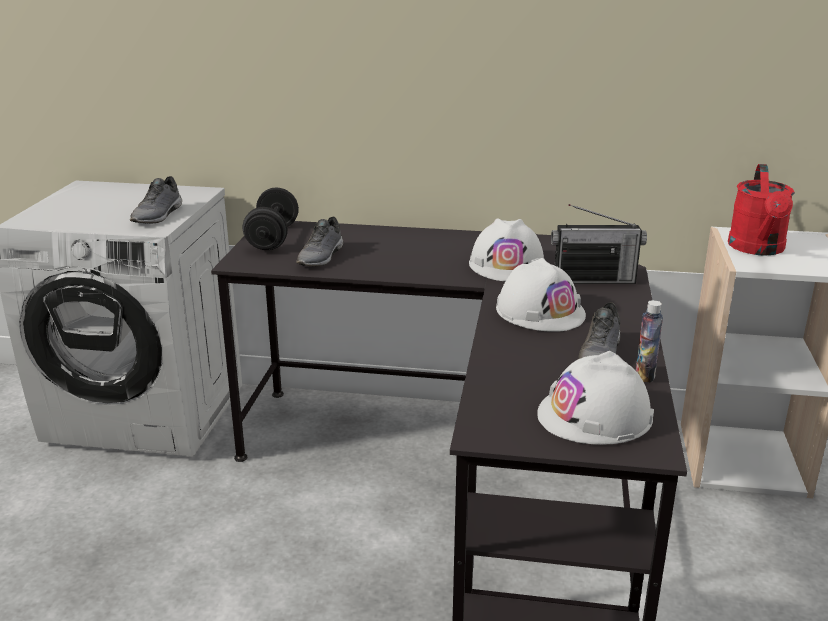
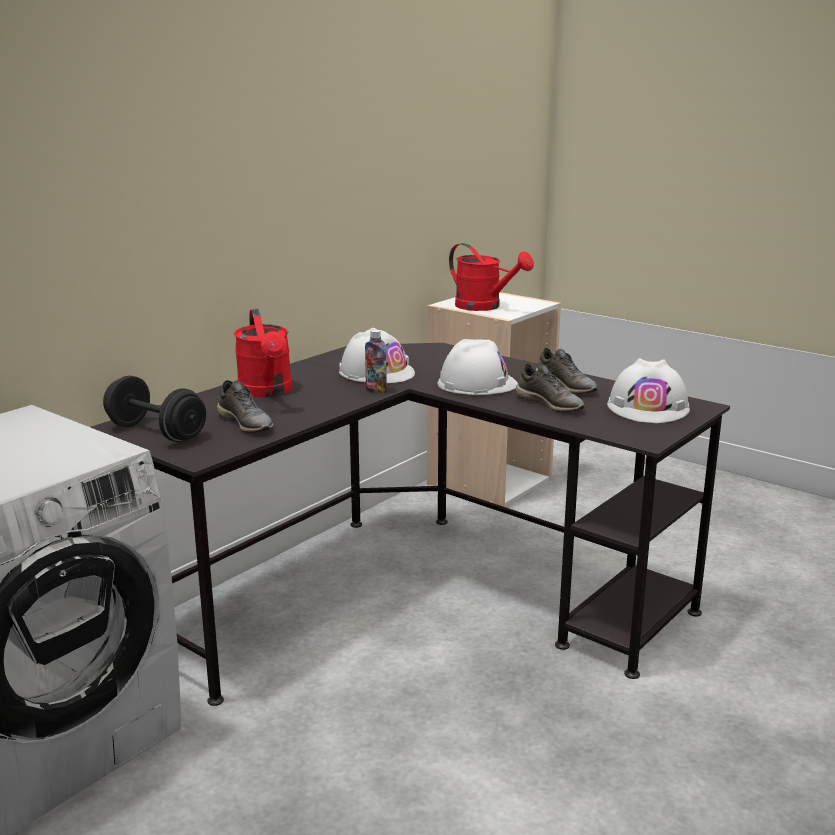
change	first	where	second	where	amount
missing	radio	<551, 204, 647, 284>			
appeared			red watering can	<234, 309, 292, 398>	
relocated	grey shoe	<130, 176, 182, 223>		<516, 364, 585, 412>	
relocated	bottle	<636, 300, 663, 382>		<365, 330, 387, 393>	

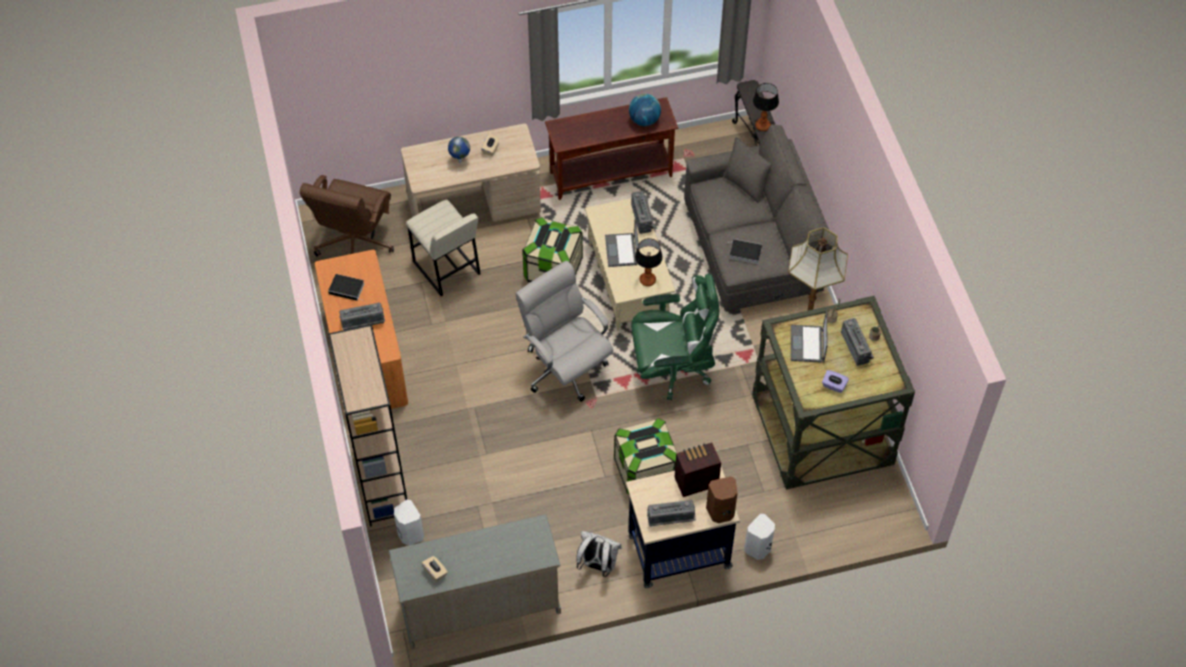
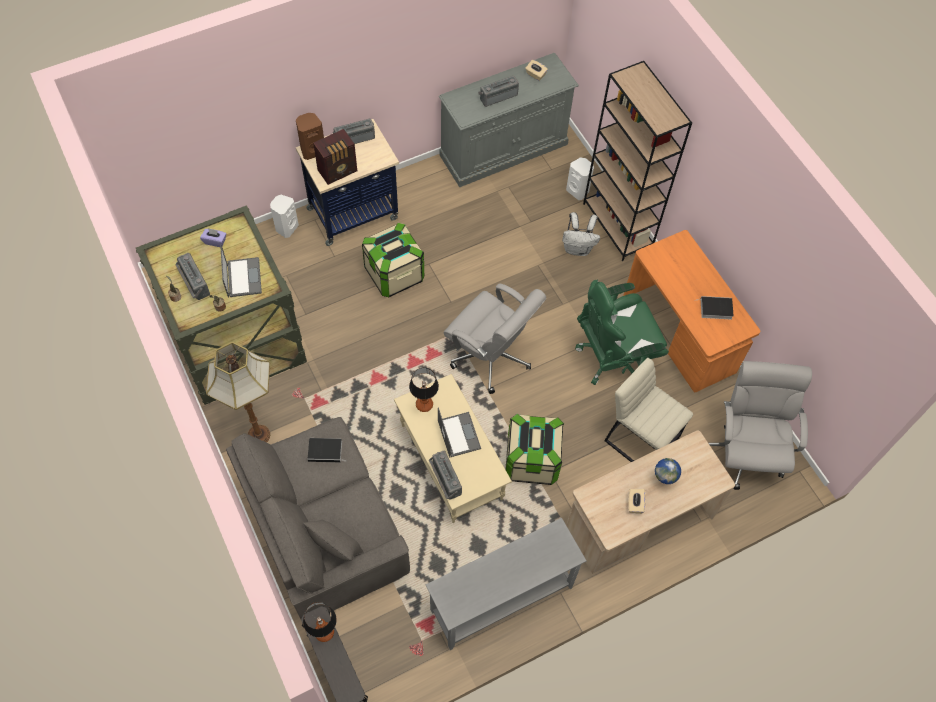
change	first	where	second	where	amount
missing	globe	<629, 94, 661, 126>			
relocated	radio	<339, 302, 385, 330>		<478, 75, 519, 107>	
relocated	white backpack	<576, 531, 621, 577>		<562, 212, 600, 256>	
relocated	green office chair	<631, 273, 719, 400>		<575, 279, 669, 385>	
colour	brown office chair	<300, 175, 394, 257>	grey office chair	<708, 361, 812, 490>	
colour	brown console table	<545, 97, 678, 200>	grey console table	<426, 518, 586, 650>	

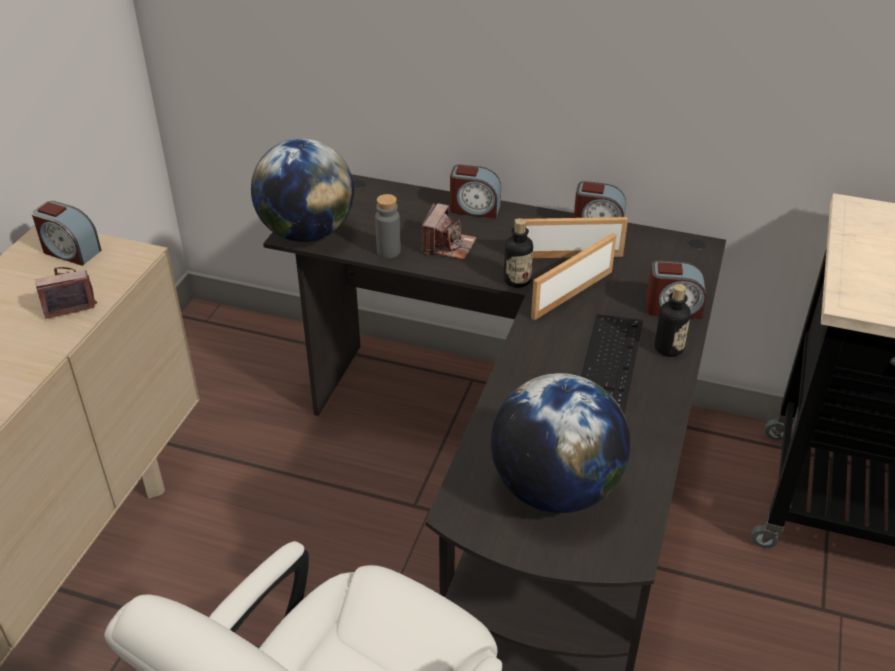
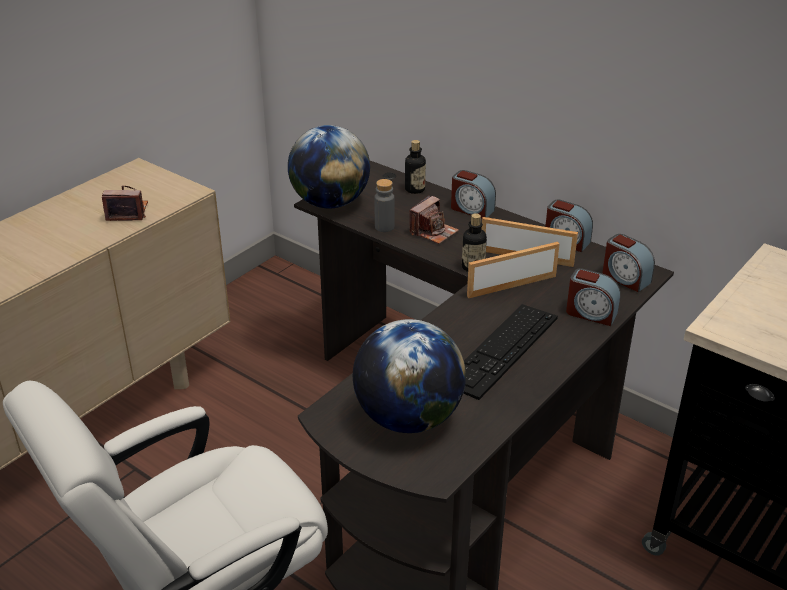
change	first	where	second	where	amount
relocated	alarm clock	<32, 201, 101, 266>		<602, 234, 655, 292>	
relocated	bottle	<654, 284, 691, 357>		<405, 140, 426, 194>	

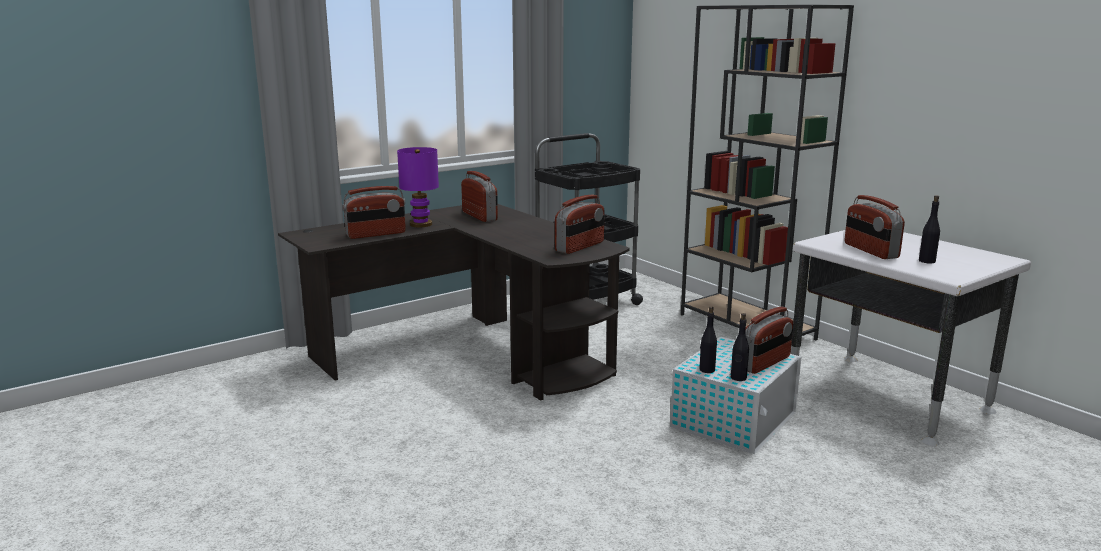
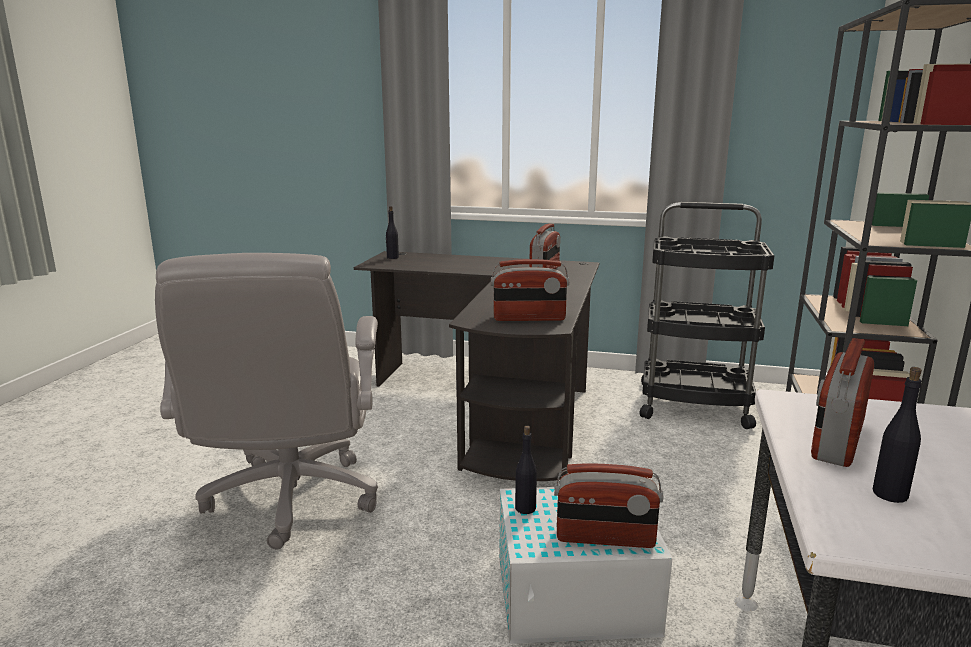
change	first	where	second	where	amount
missing	radio	<342, 186, 406, 239>			
missing	purple table lamp	<397, 147, 439, 227>			
appeared			grey office chair	<155, 253, 378, 550>	
relocated	black bottle	<731, 313, 749, 381>		<385, 206, 399, 259>	

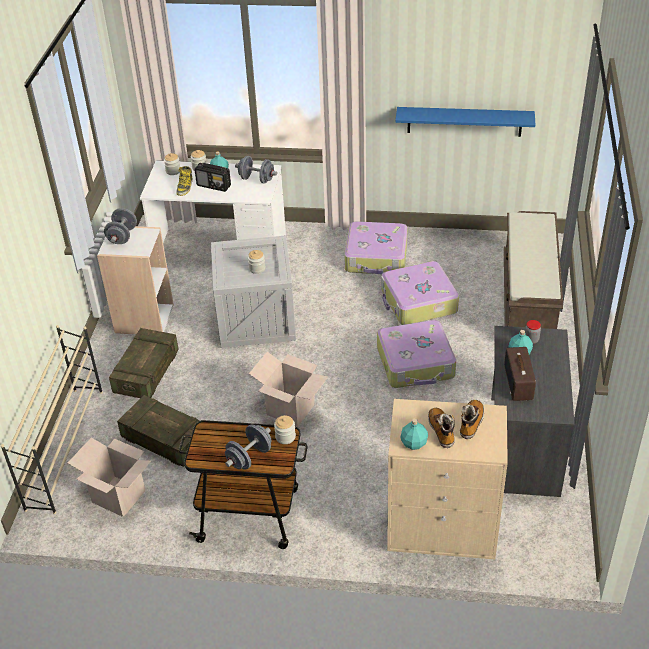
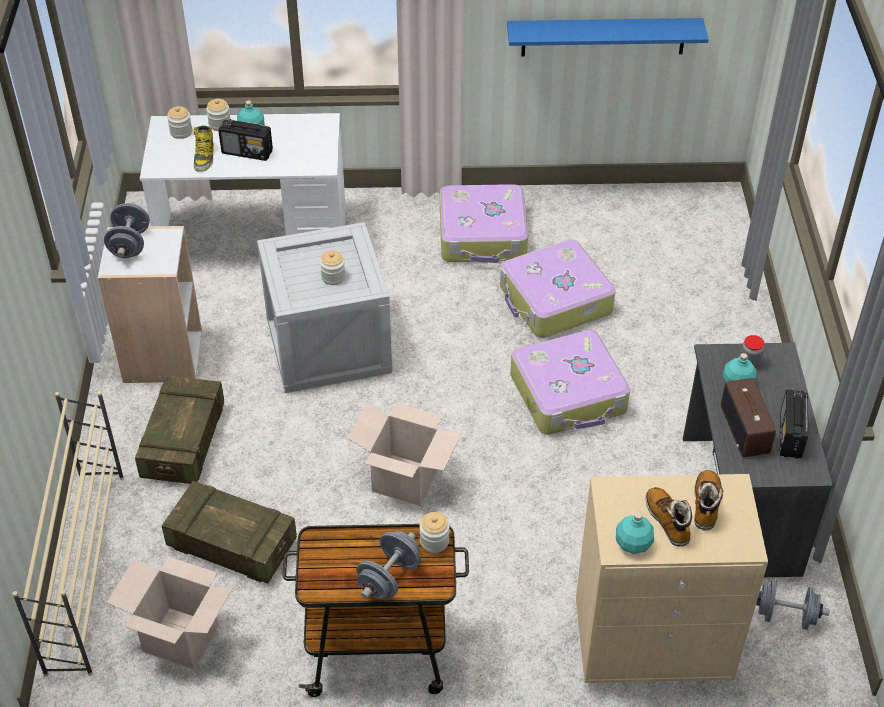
change	first	where	second	where	amount
missing	brown bench	<504, 211, 563, 329>			
appeared			radio	<779, 389, 808, 459>	
relocated	grey dumbbell	<235, 156, 277, 184>		<756, 580, 830, 630>	

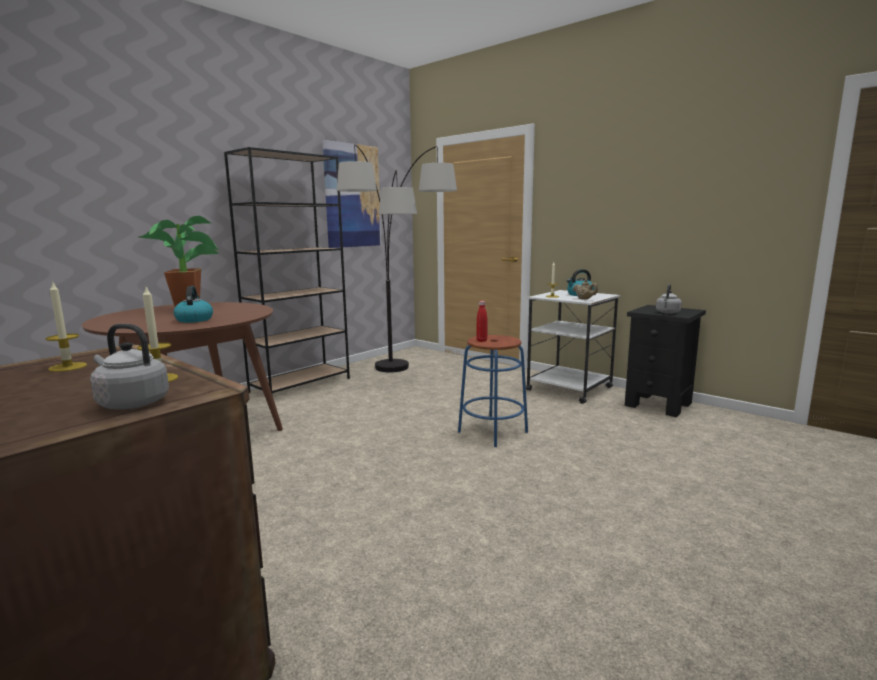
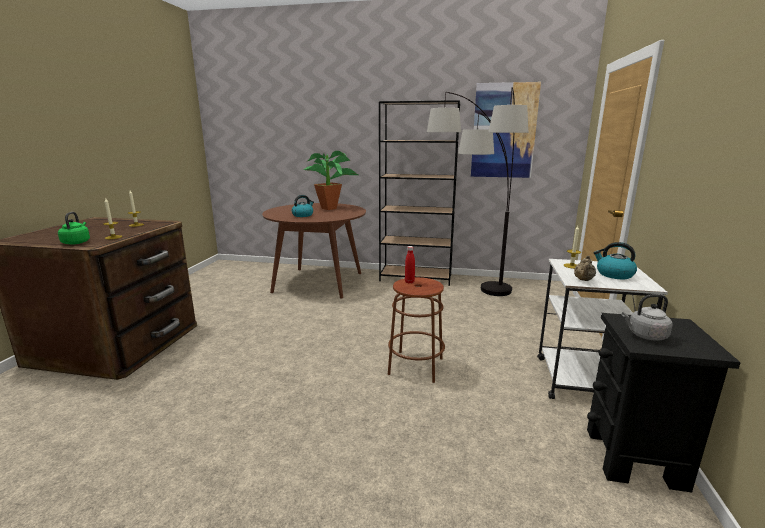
change	first	where	second	where	amount
colour	grey kettle	<90, 324, 169, 409>	green kettle	<58, 212, 90, 245>	
colour	blue stool	<458, 335, 528, 447>	brown stool	<388, 277, 445, 383>	

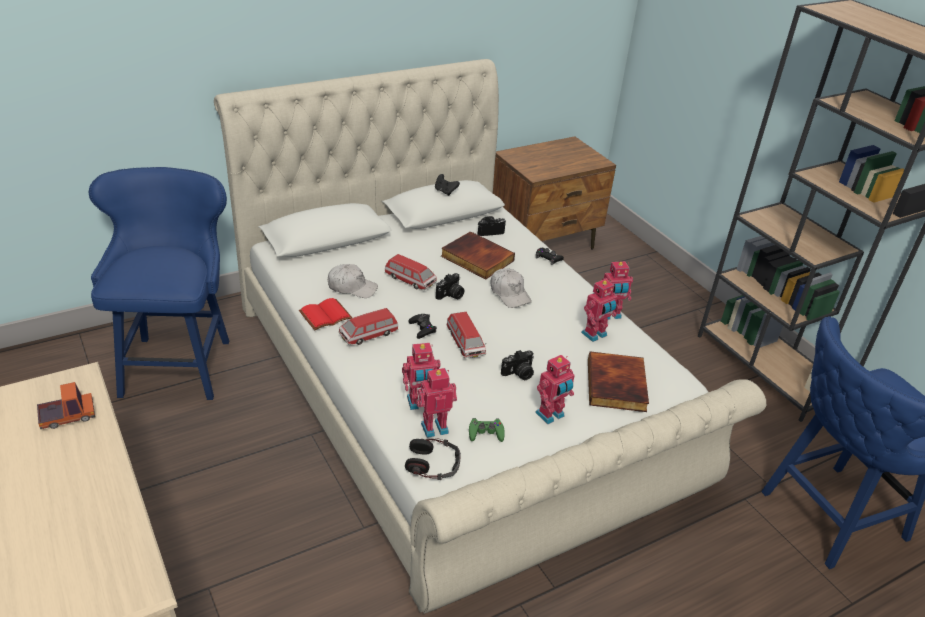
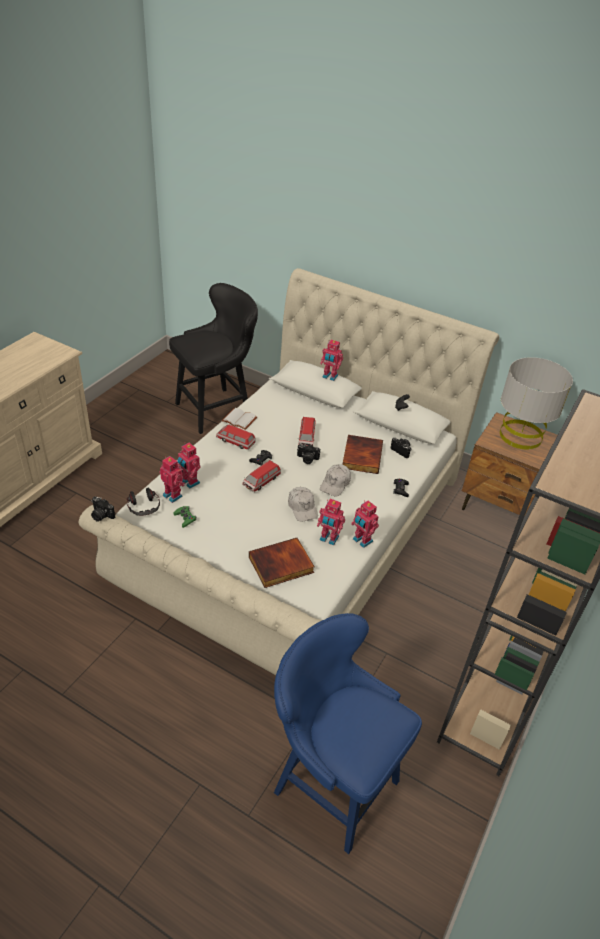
change	first	where	second	where	amount
missing	toy truck	<37, 382, 95, 429>			
appeared			grey table lamp	<500, 357, 573, 450>	
relocated	white cap	<328, 264, 378, 298>		<288, 487, 318, 522>	
relocated	photo camera	<501, 350, 534, 380>		<91, 497, 115, 522>	
relocated	toy robot	<535, 355, 575, 424>		<320, 340, 343, 381>	
colour	blue stool	<89, 167, 229, 400>	black stool	<169, 283, 258, 434>	
colour	red book	<299, 298, 352, 330>	white book	<222, 408, 257, 430>	

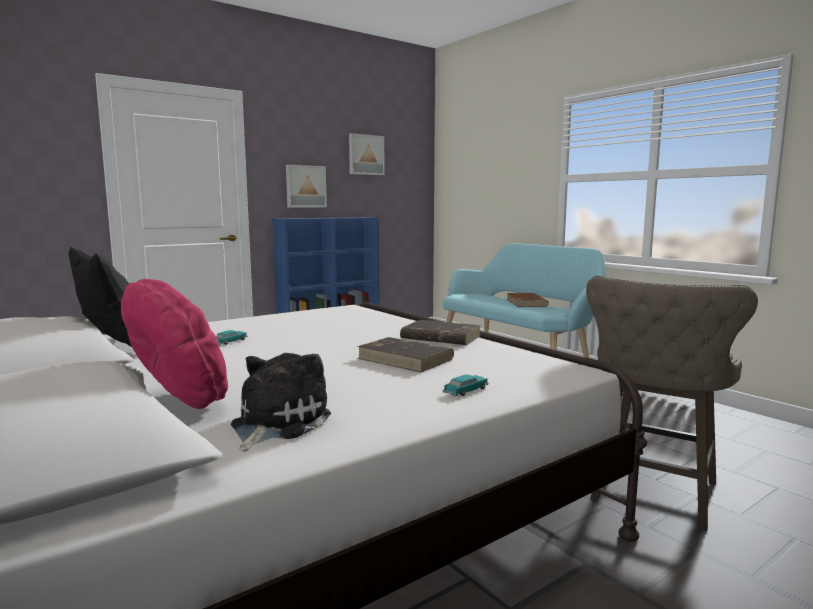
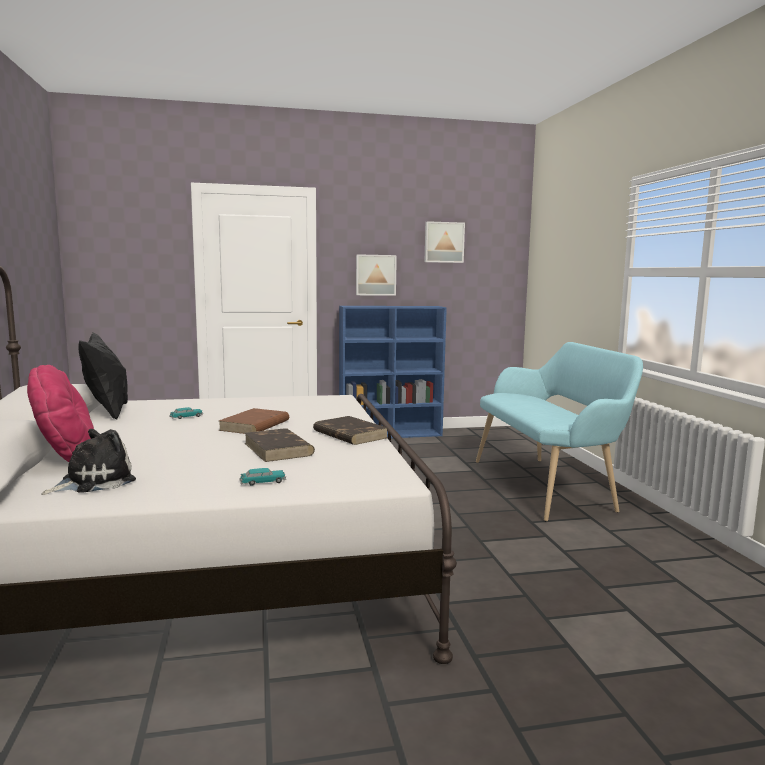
change	first	where	second	where	amount
missing	beige stool	<586, 276, 758, 531>			
relocated	brown book	<507, 293, 549, 307>		<218, 408, 289, 434>	

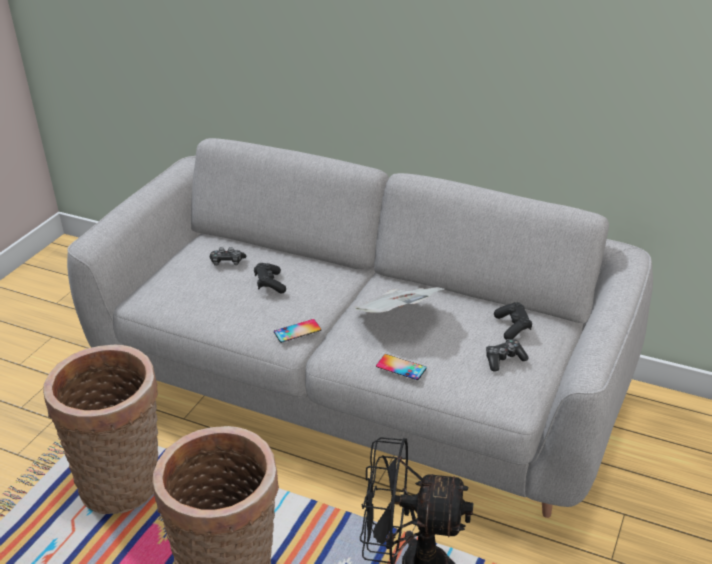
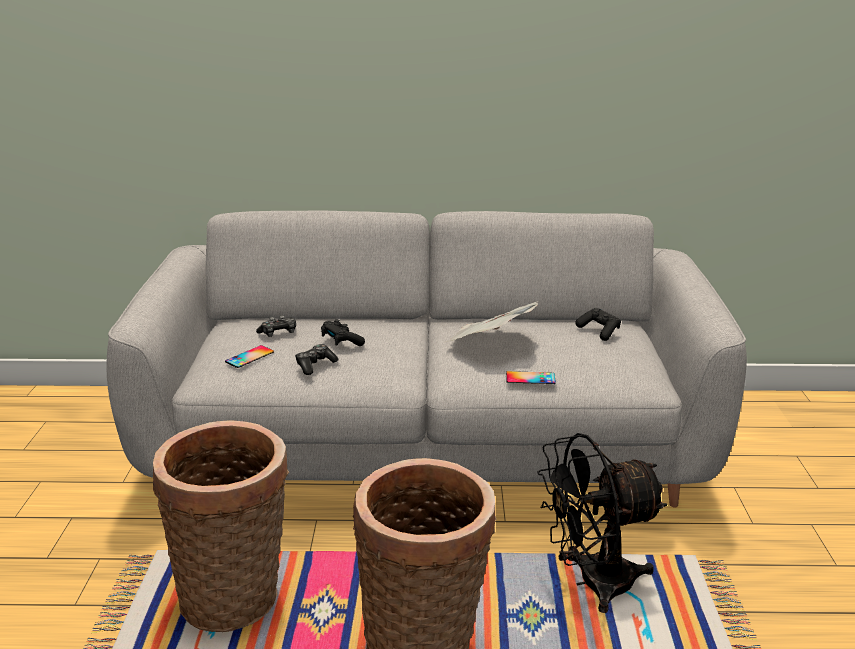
change	first	where	second	where	amount
relocated	phone	<274, 319, 321, 343>		<225, 345, 274, 368>	
relocated	game controller	<486, 339, 529, 372>		<295, 344, 338, 375>	

